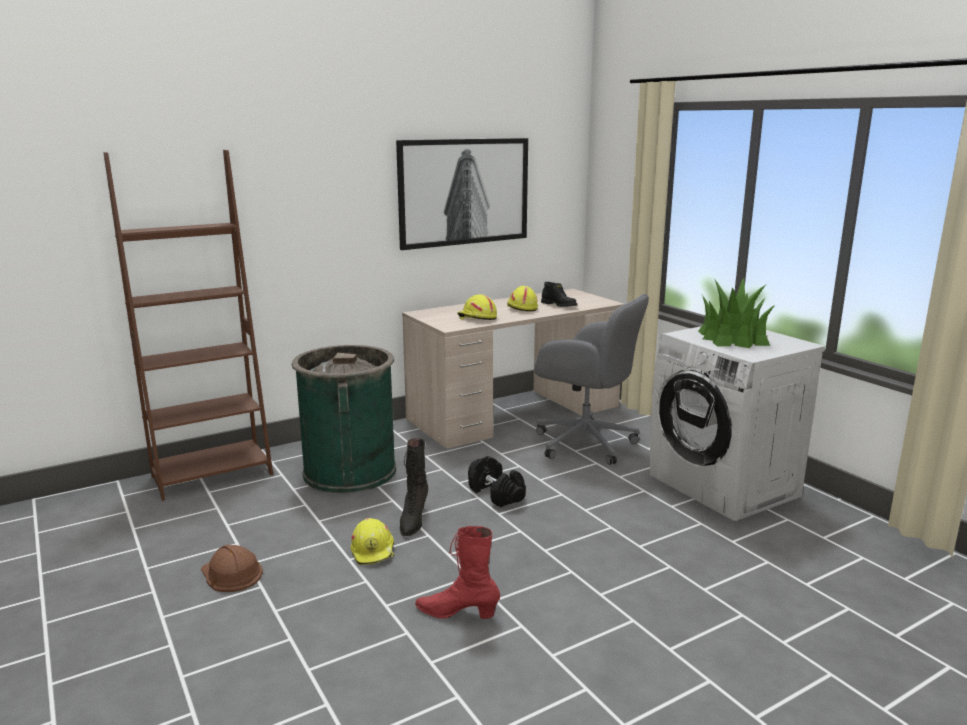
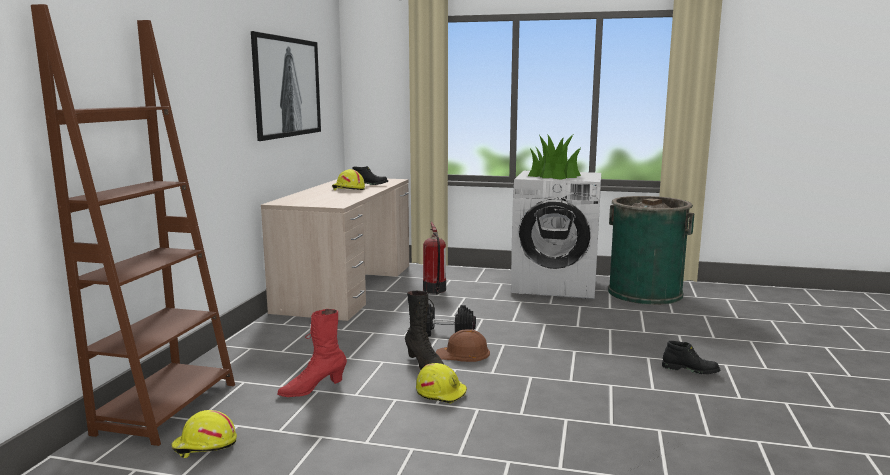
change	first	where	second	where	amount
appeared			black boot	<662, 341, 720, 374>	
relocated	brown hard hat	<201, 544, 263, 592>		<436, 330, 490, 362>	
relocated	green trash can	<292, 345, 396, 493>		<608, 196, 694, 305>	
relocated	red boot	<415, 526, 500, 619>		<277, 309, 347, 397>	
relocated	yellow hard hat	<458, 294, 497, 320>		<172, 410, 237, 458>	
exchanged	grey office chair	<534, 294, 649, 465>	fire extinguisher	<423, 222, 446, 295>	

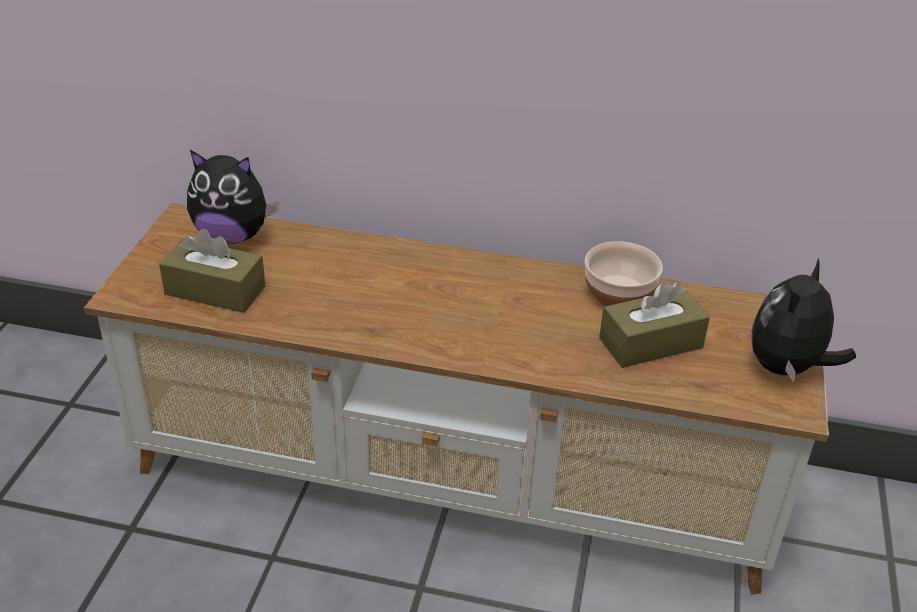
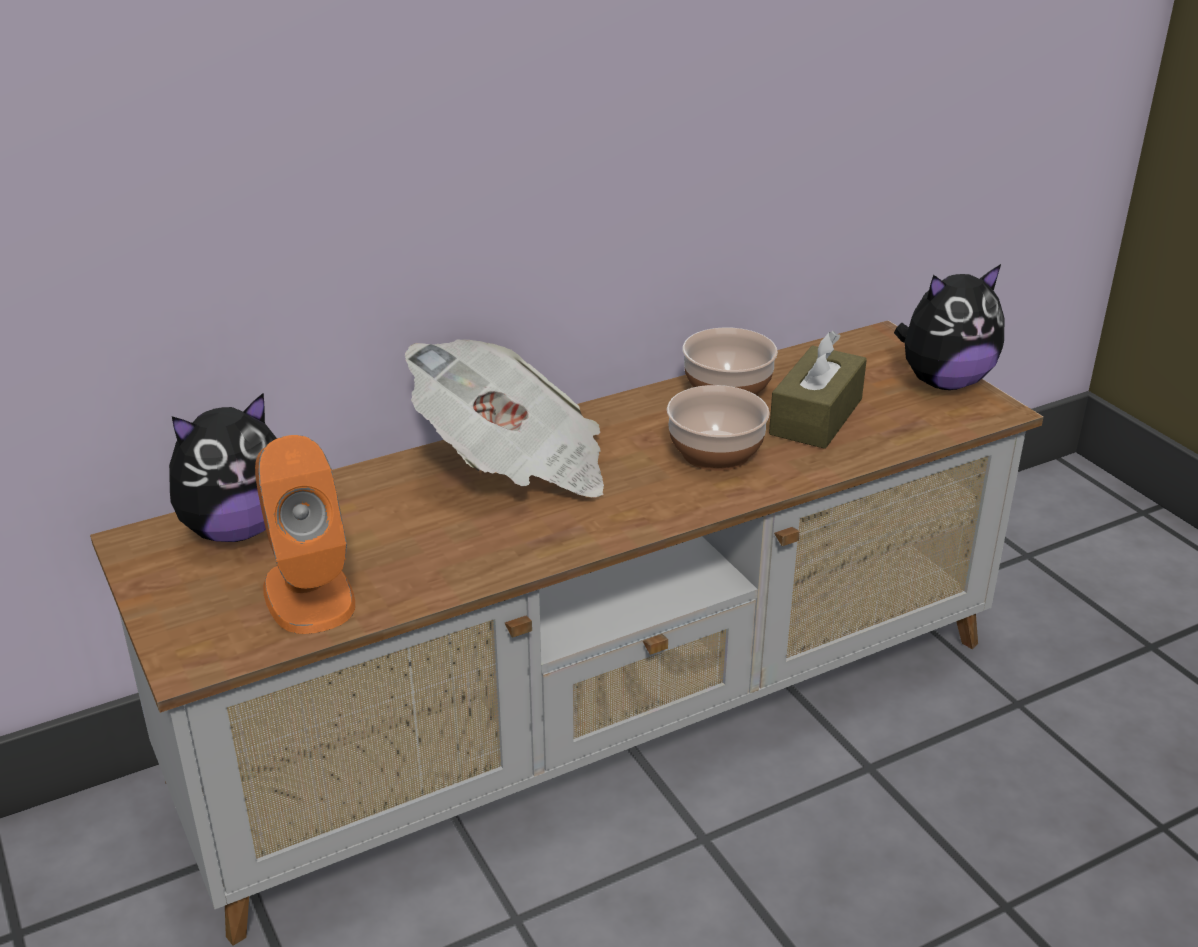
change	first	where	second	where	amount
appeared			newspaper	<405, 339, 604, 498>	
appeared			bowl	<667, 385, 770, 471>	
exchanged	brown tissue box	<159, 229, 265, 313>	orange speaker	<255, 435, 355, 634>	
spun	plush toy	<751, 258, 856, 382>		<894, 264, 1004, 390>	105 degrees counterclockwise

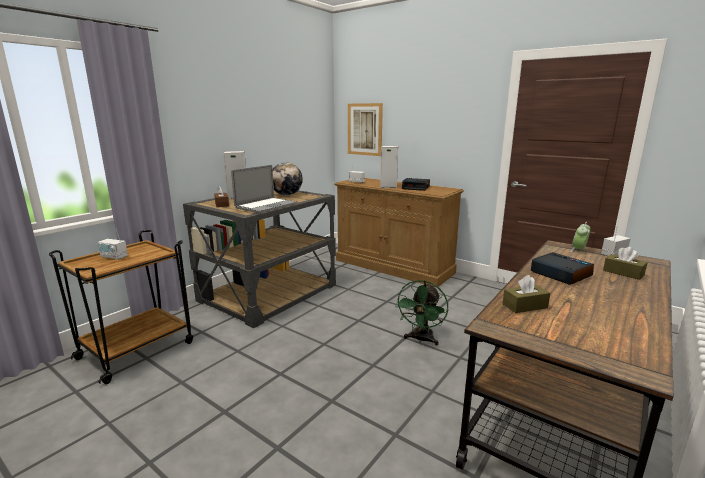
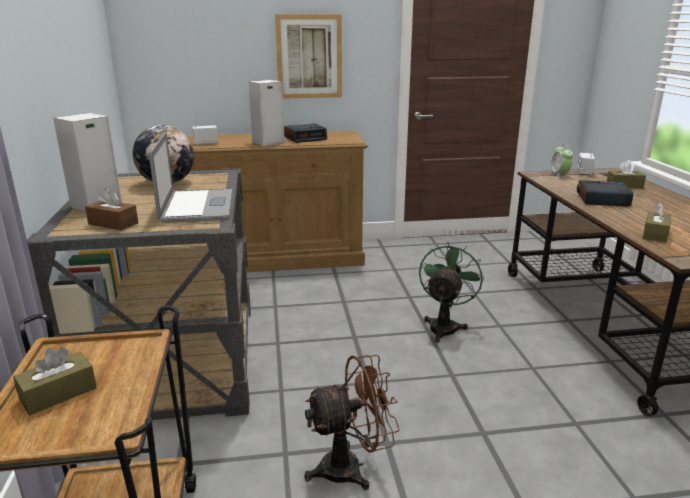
change	first	where	second	where	amount
appeared			brown fan	<304, 355, 400, 490>	
relocated	picture	<348, 103, 383, 156>		<275, 14, 342, 99>	
exchanged	radio	<98, 229, 128, 260>	brown tissue box	<13, 347, 97, 415>	
spun	green fan	<395, 280, 448, 346>		<419, 242, 484, 343>	135 degrees counterclockwise

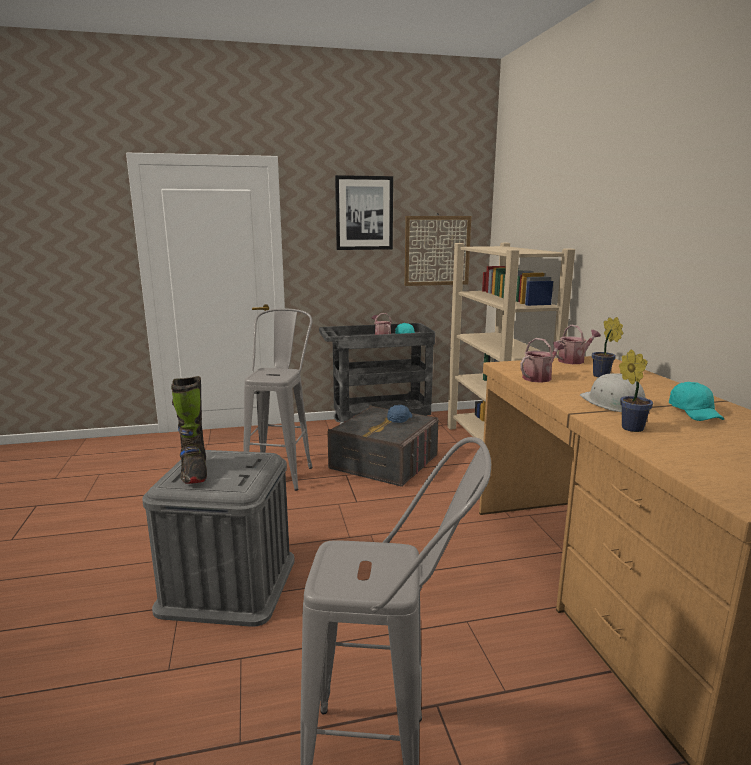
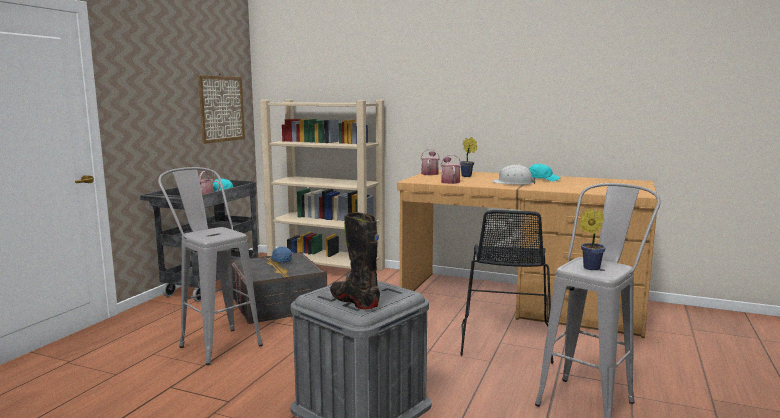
change	first	where	second	where	amount
missing	picture	<335, 175, 393, 250>			
appeared			black stool	<460, 210, 553, 364>	
relocated	potted plant	<619, 349, 653, 432>		<579, 208, 606, 270>	
spun	black boot	<171, 376, 207, 484>		<330, 212, 380, 309>	150 degrees counterclockwise

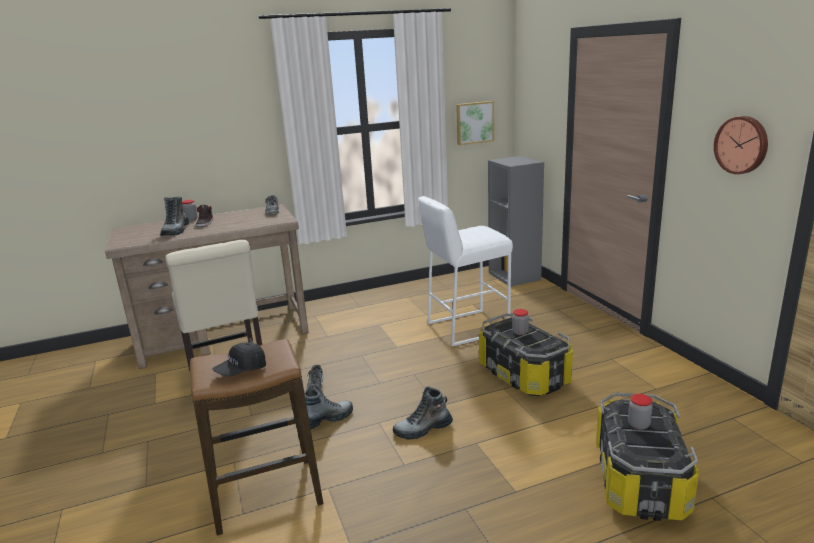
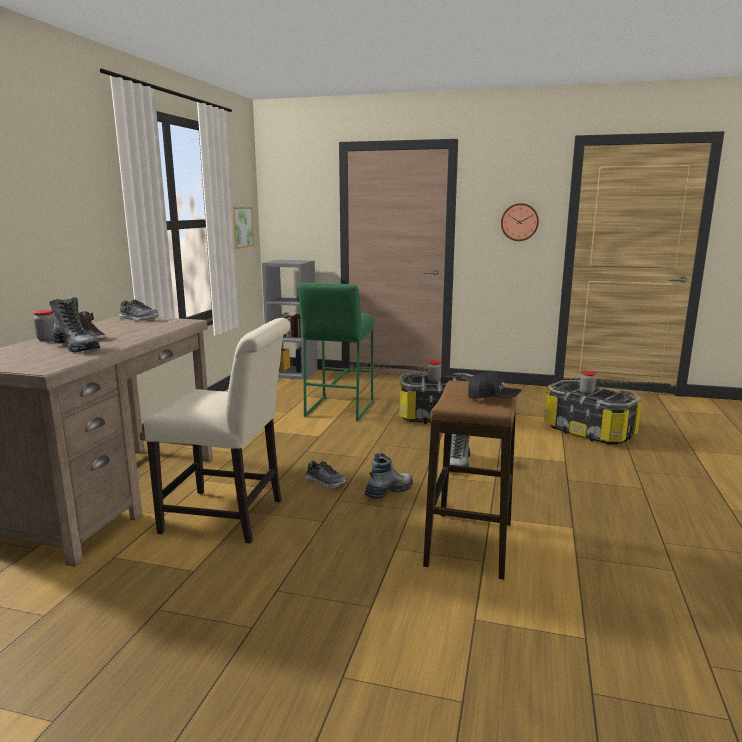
change	first	where	second	where	amount
colour	white stool	<418, 196, 513, 347>	green stool	<298, 283, 374, 421>	
spun	black cap	<212, 342, 266, 377>		<468, 372, 522, 398>	60 degrees counterclockwise
spun	boot	<304, 384, 353, 429>		<364, 453, 413, 499>	45 degrees clockwise

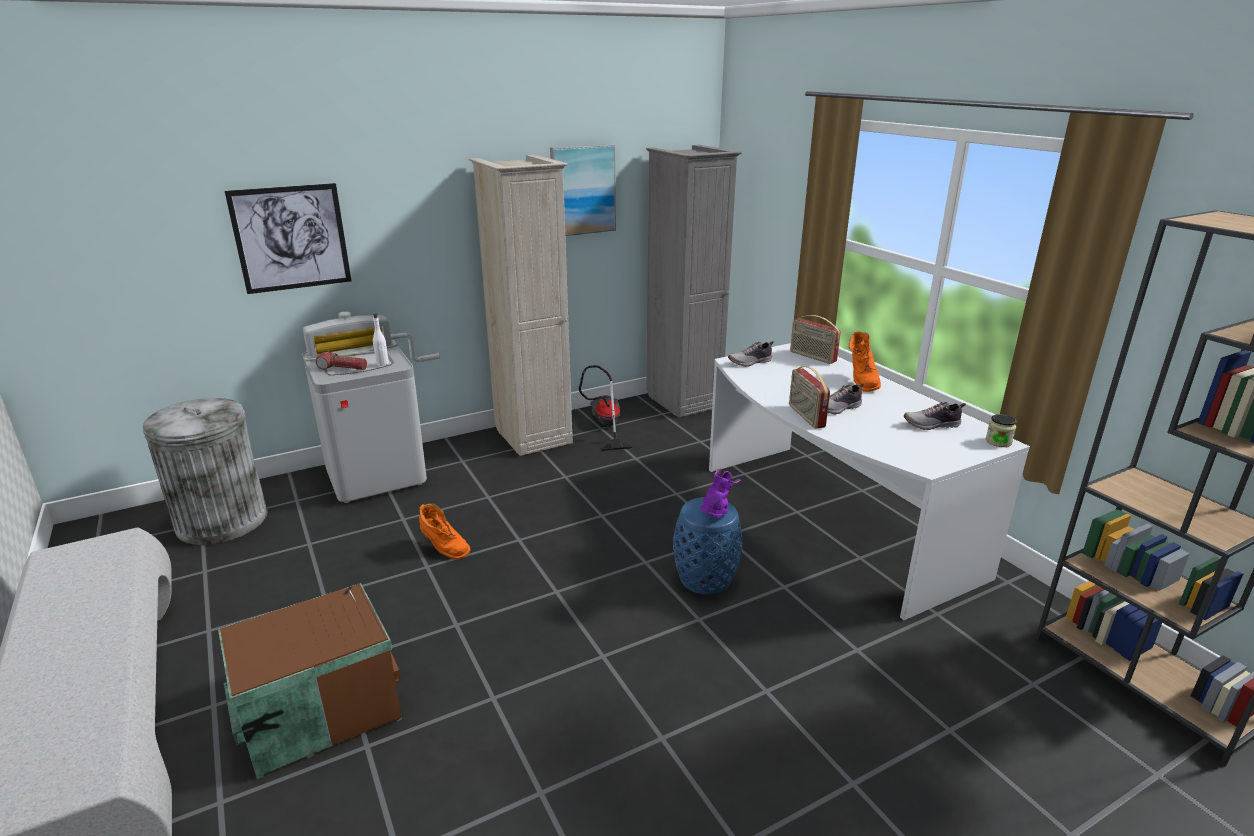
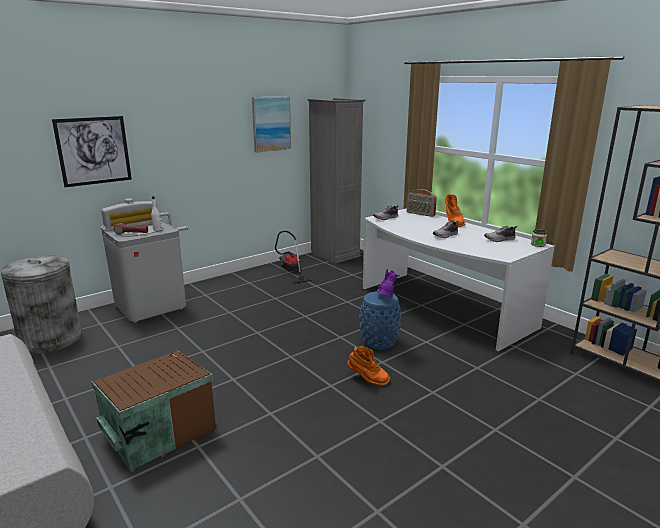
change	first	where	second	where	amount
missing	beige cabinet	<469, 155, 573, 456>			
missing	radio	<789, 366, 830, 429>			
relocated	orange boot	<419, 504, 471, 559>		<347, 346, 390, 386>	

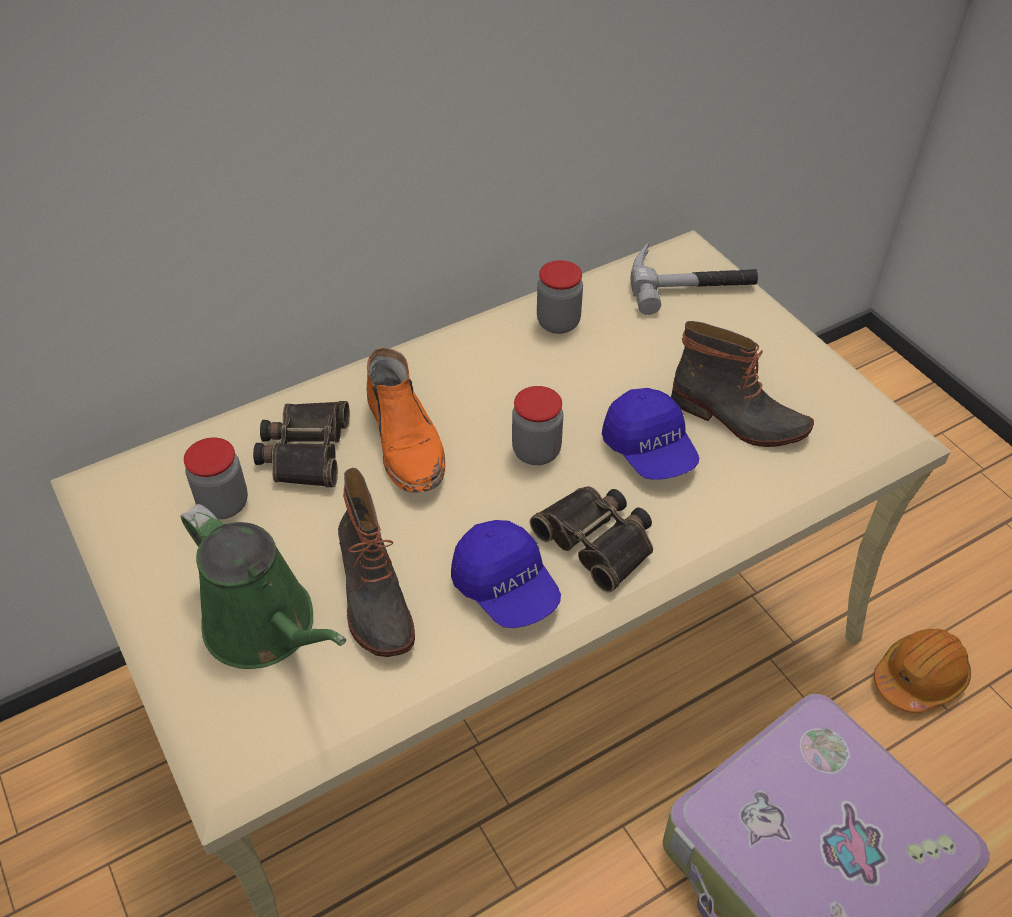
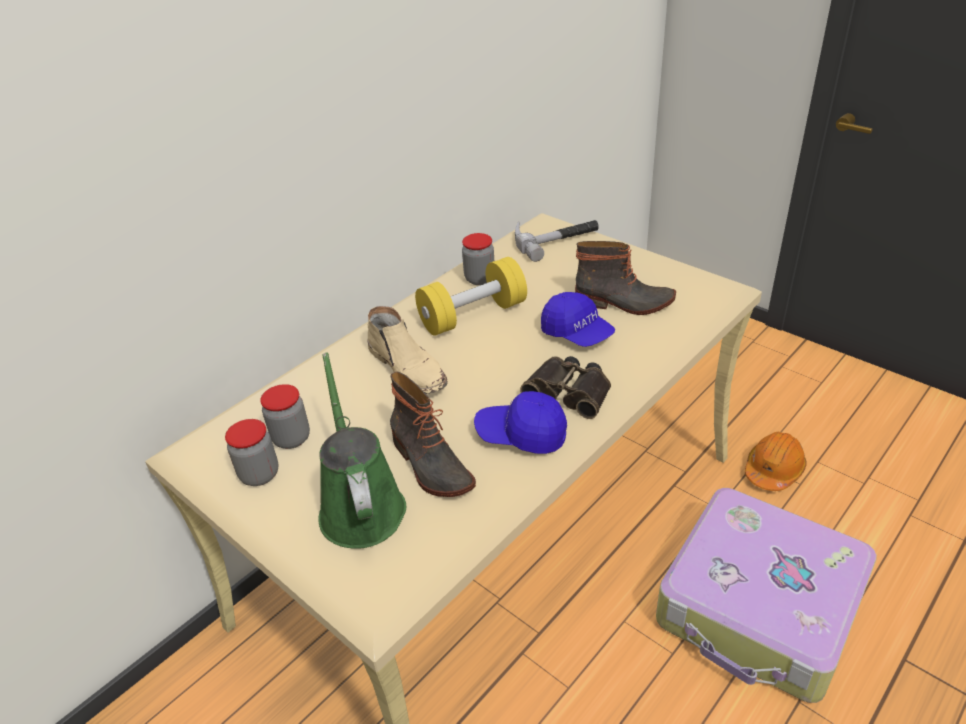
change	first	where	second	where	amount
missing	binoculars	<253, 401, 350, 487>			
appeared			yellow dumbbell	<415, 257, 527, 336>	
relocated	jar	<512, 386, 563, 465>		<225, 419, 278, 486>	
colour	orange boot	<367, 348, 445, 493>	beige boot	<368, 306, 448, 394>	
spun	green watering can	<181, 504, 346, 669>		<318, 353, 406, 549>	135 degrees counterclockwise
spun	blue cap	<451, 520, 561, 628>		<474, 391, 567, 454>	150 degrees clockwise

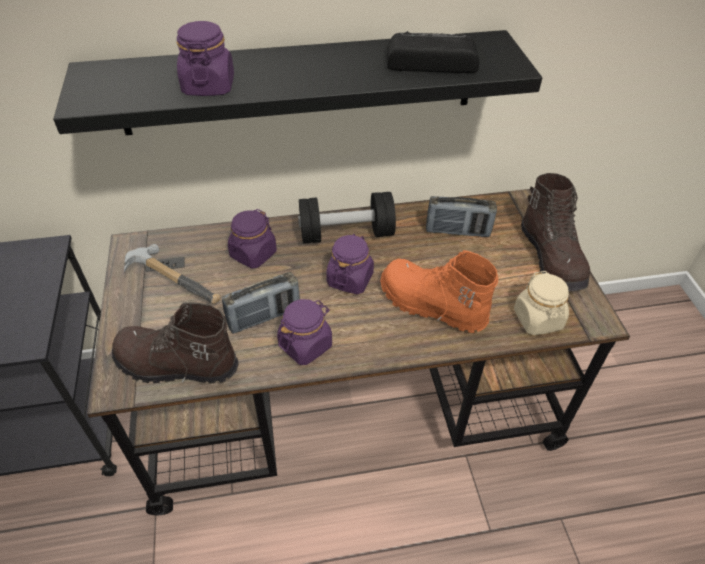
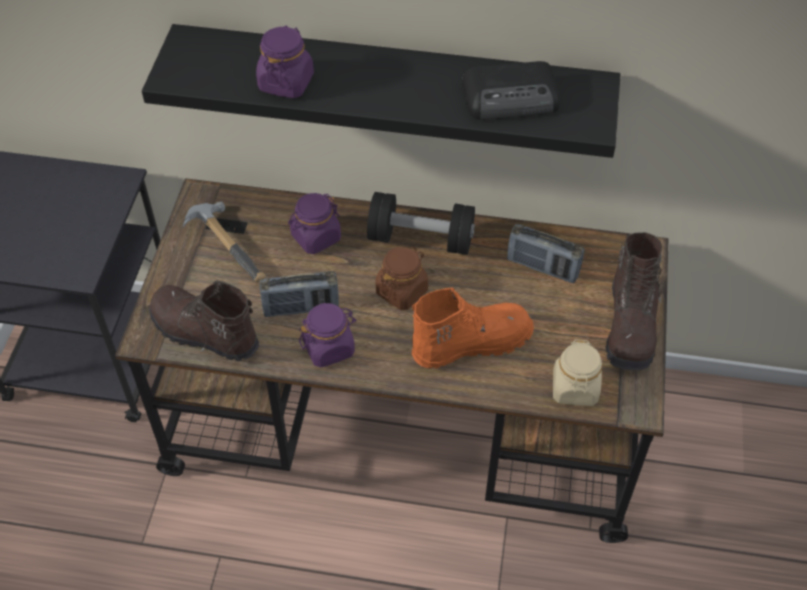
change	first	where	second	where	amount
colour	purple jar	<326, 234, 374, 294>	brown jar	<376, 247, 428, 310>	
spun	orange boot	<380, 250, 498, 333>		<412, 288, 534, 369>	105 degrees clockwise
spun	radio	<386, 31, 480, 73>		<462, 61, 560, 120>	150 degrees clockwise

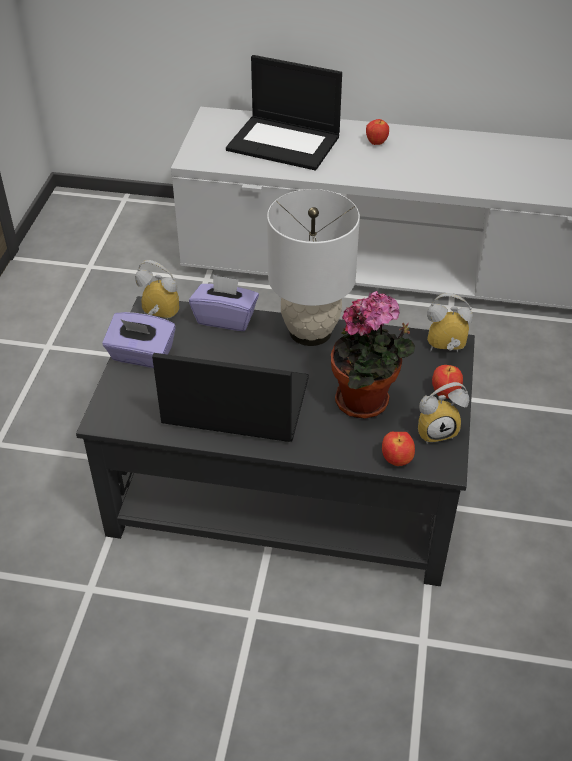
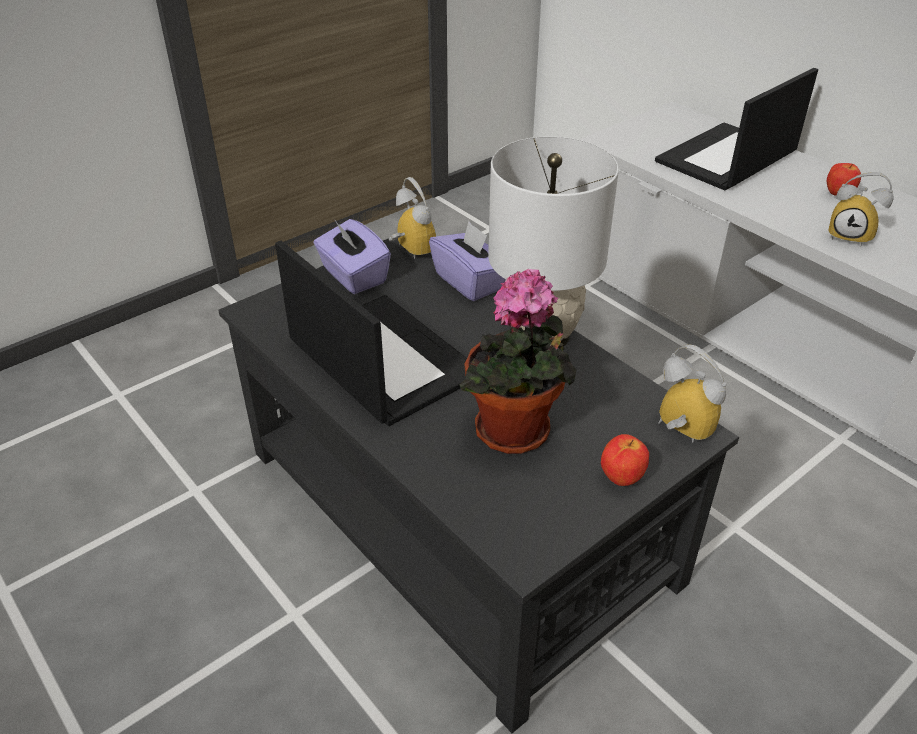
change	first	where	second	where	amount
missing	apple	<382, 432, 415, 466>			
relocated	alarm clock	<418, 382, 469, 443>		<828, 172, 894, 247>	
spun	laptop	<226, 55, 342, 170>		<655, 68, 818, 190>	75 degrees clockwise

